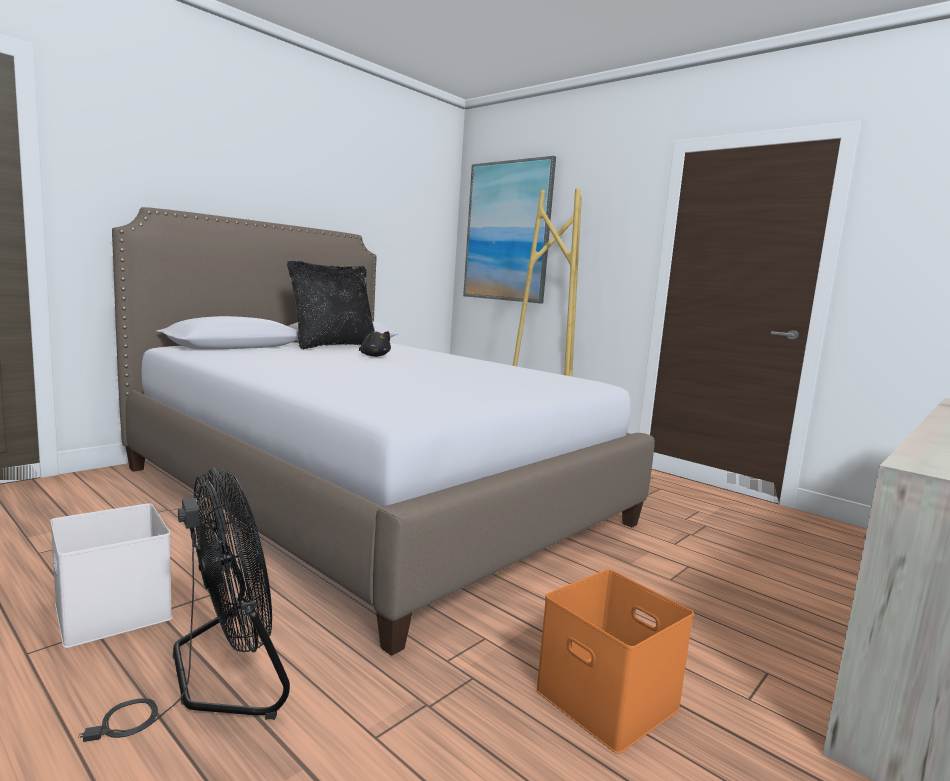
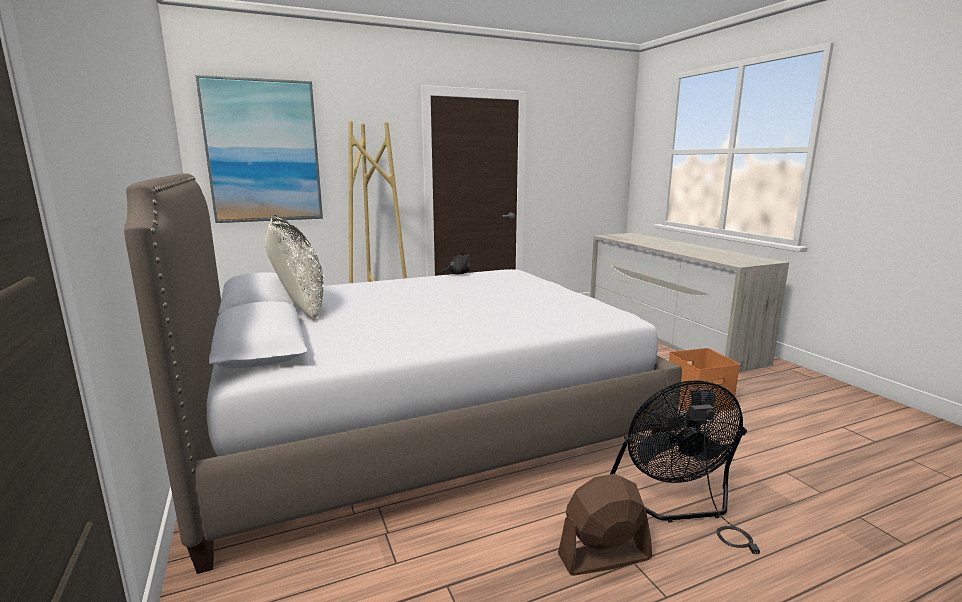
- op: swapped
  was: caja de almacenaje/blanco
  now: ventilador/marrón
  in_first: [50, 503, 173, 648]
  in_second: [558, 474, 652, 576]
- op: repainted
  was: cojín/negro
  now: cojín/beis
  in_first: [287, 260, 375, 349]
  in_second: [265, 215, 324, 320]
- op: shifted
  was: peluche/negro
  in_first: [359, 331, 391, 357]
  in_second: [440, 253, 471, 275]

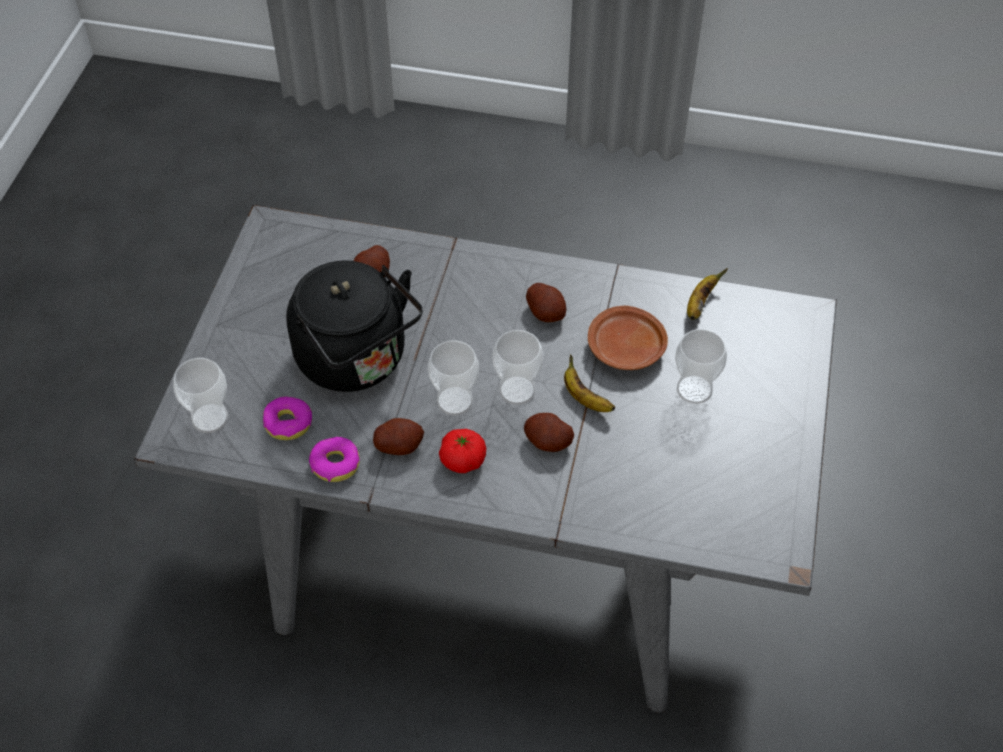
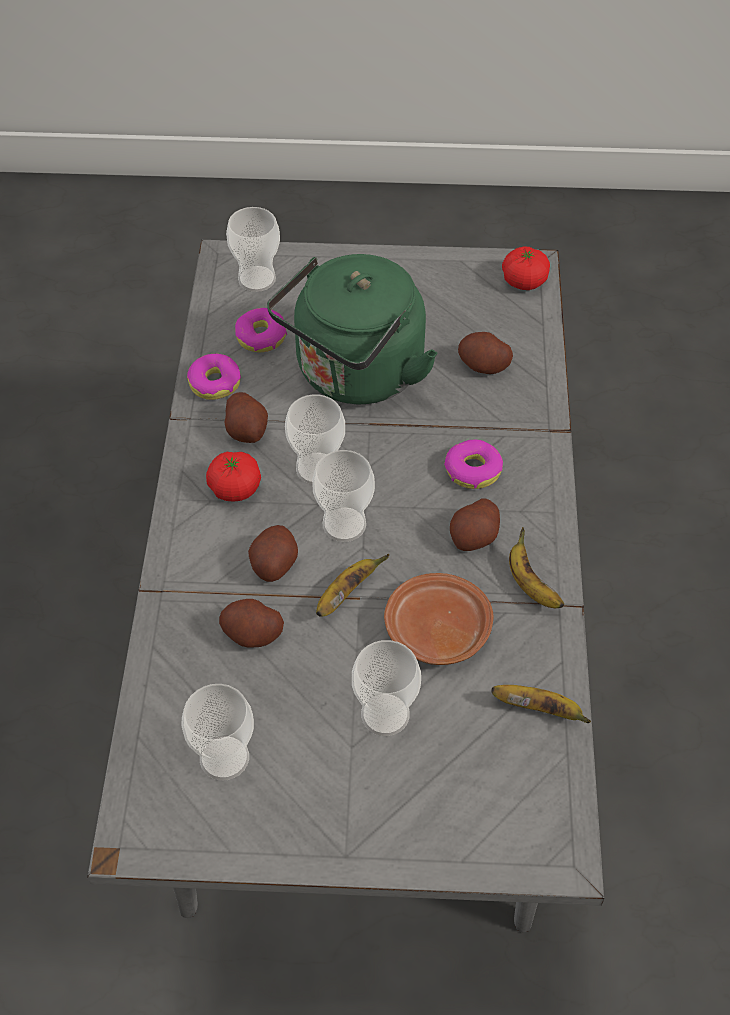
- op: repainted
  was: hervidor/negro
  now: hervidor/verde
  in_first: [286, 261, 423, 392]
  in_second: [267, 254, 438, 405]
- op: new
  now: taza
  in_second: [181, 684, 254, 781]
- op: new
  now: patata
  in_second: [219, 599, 284, 647]
- op: new
  now: rosquilla
  in_second: [444, 439, 503, 489]
- op: new
  now: tomate
  in_second: [502, 246, 550, 290]
- op: new
  now: plátano
  in_second: [509, 527, 564, 608]

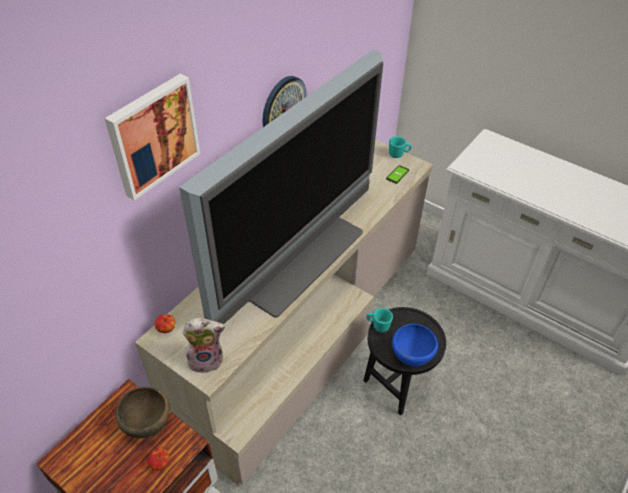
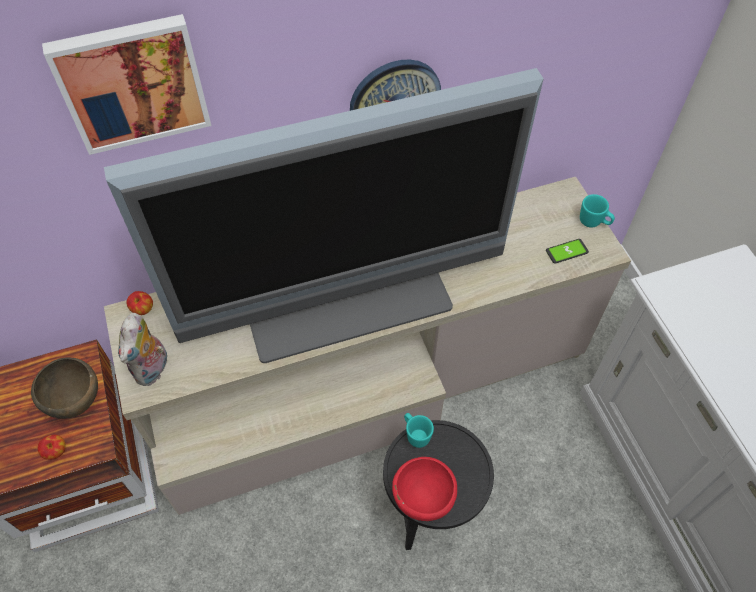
- op: rotated
  was: peluche
  in_first: [183, 318, 225, 374]
  in_second: [118, 313, 167, 386]
  clockwise: 75
- op: repainted
  was: cuenco/azul
  now: cuenco/rojo
  in_first: [392, 324, 438, 367]
  in_second: [392, 457, 457, 521]

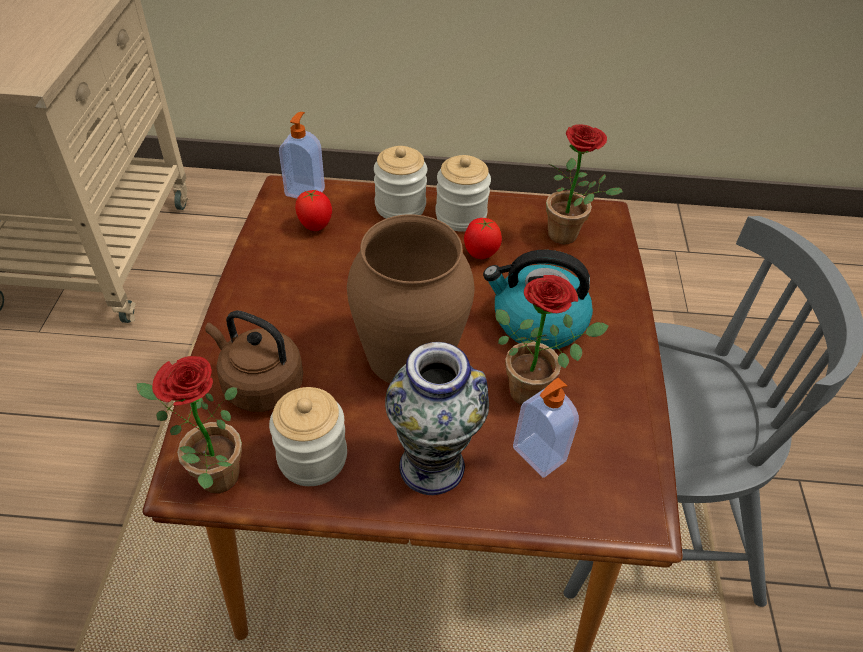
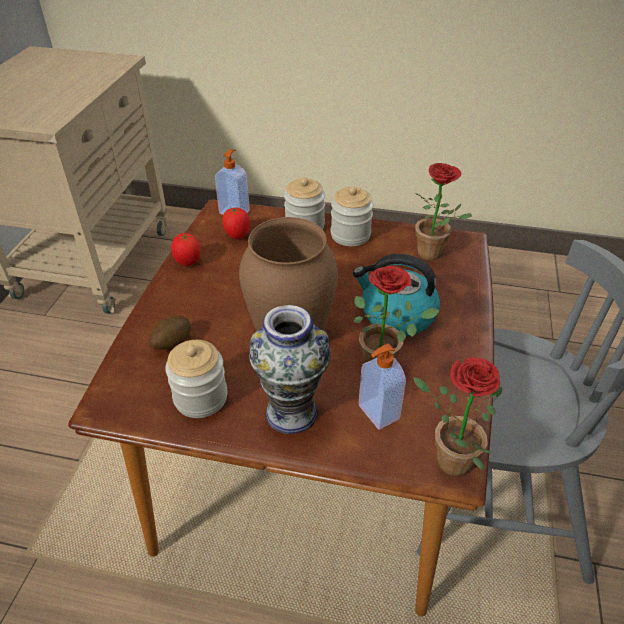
- op: shifted
  was: planta en maceta
  in_first: [136, 356, 242, 493]
  in_second: [413, 357, 502, 477]
- op: swapped
  was: hervidor/marrón
  now: patata
  in_first: [205, 311, 303, 412]
  in_second: [149, 315, 191, 350]
- op: shifted
  was: tomate
  in_first: [464, 218, 502, 259]
  in_second: [171, 233, 201, 266]

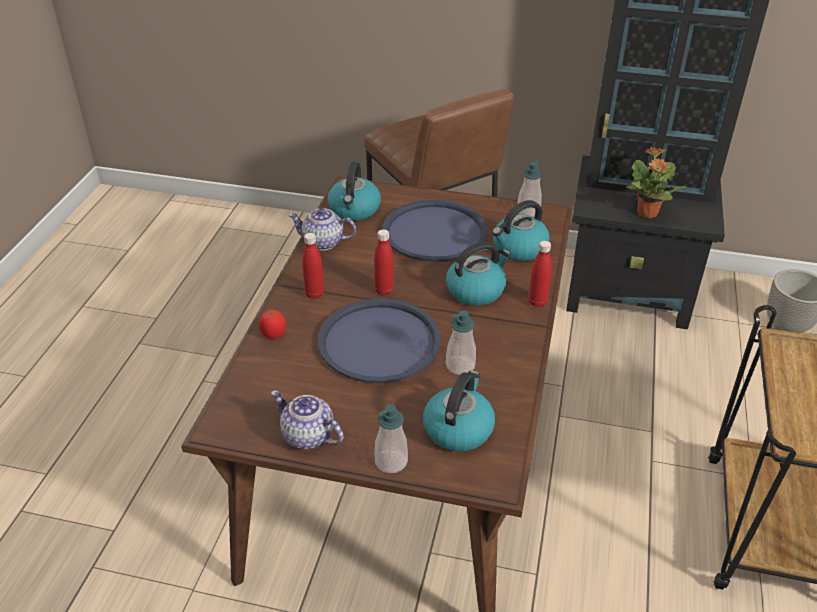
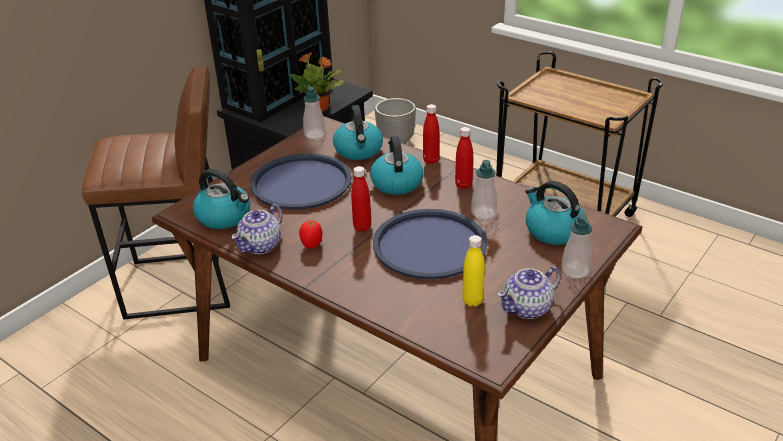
- op: shifted
  was: tomate
  in_first: [259, 310, 286, 339]
  in_second: [299, 220, 322, 249]
- op: shifted
  was: botella/rojo
  in_first: [302, 233, 324, 299]
  in_second: [455, 127, 473, 189]
- op: new
  now: botella/amarillo
  in_second: [462, 235, 485, 307]

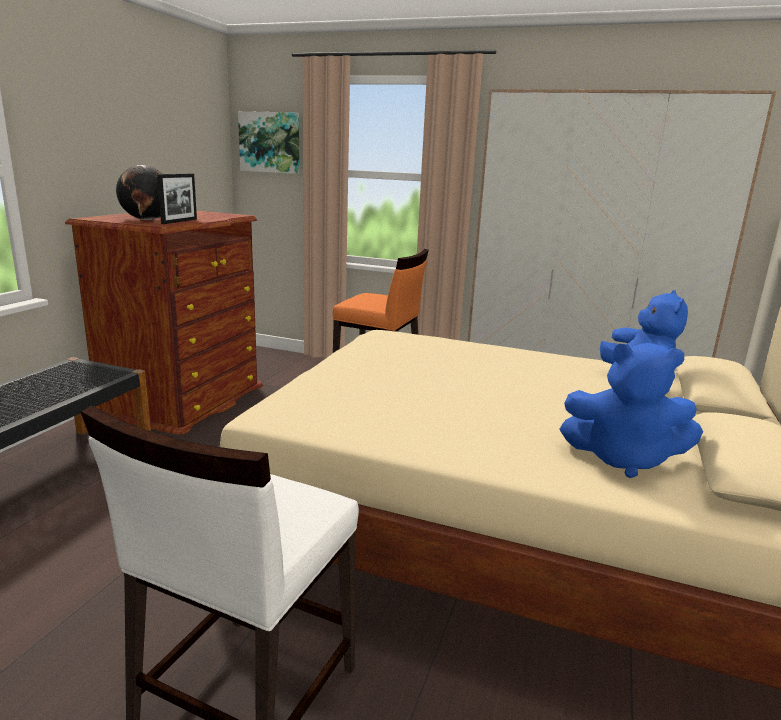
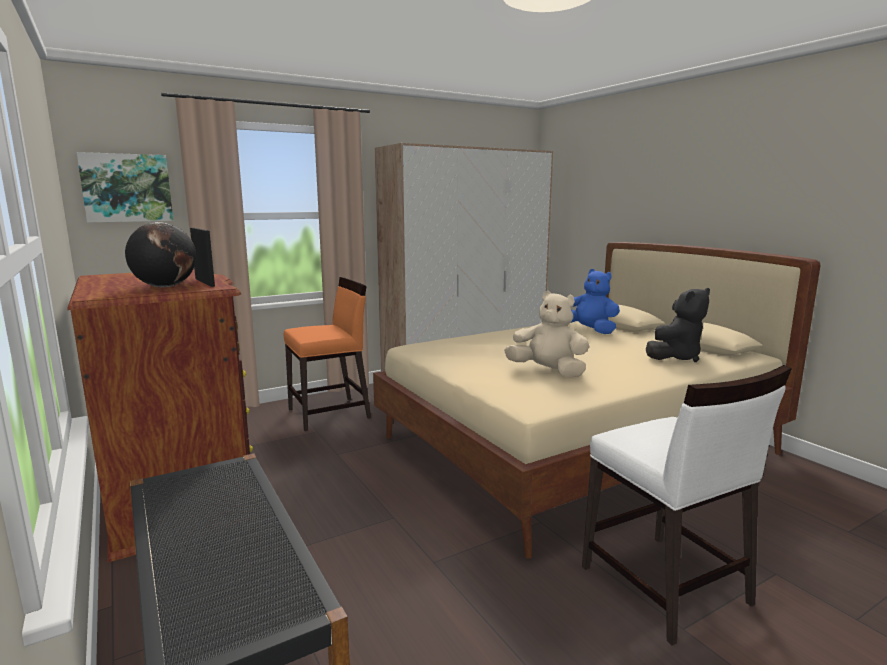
- op: repainted
  was: peluche/azul
  now: peluche/negro
  in_first: [559, 343, 703, 478]
  in_second: [646, 288, 710, 362]
- op: new
  now: peluche/beis
  in_second: [504, 291, 589, 377]

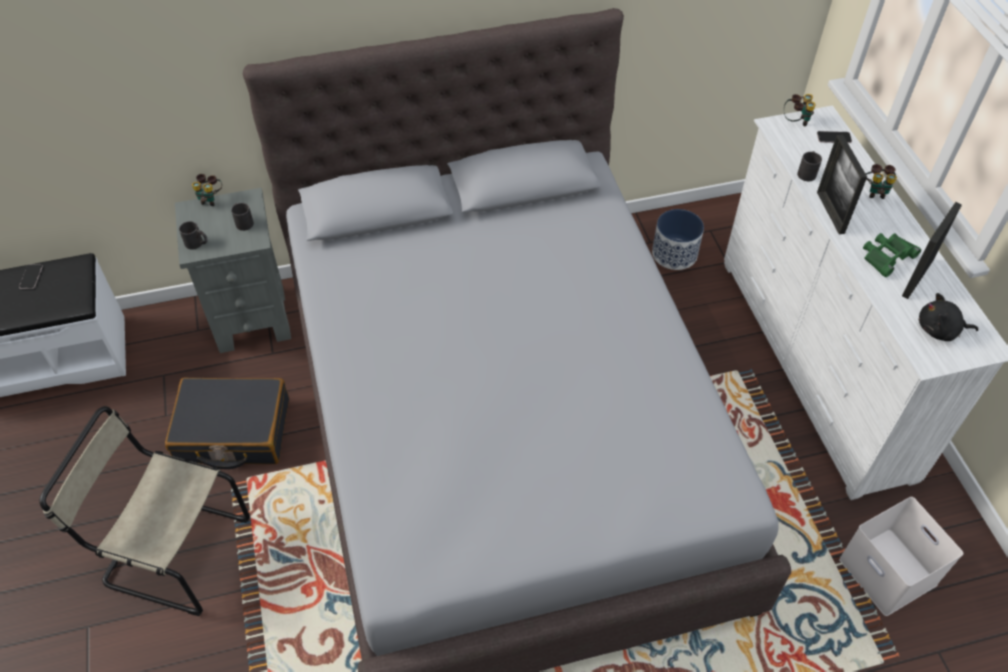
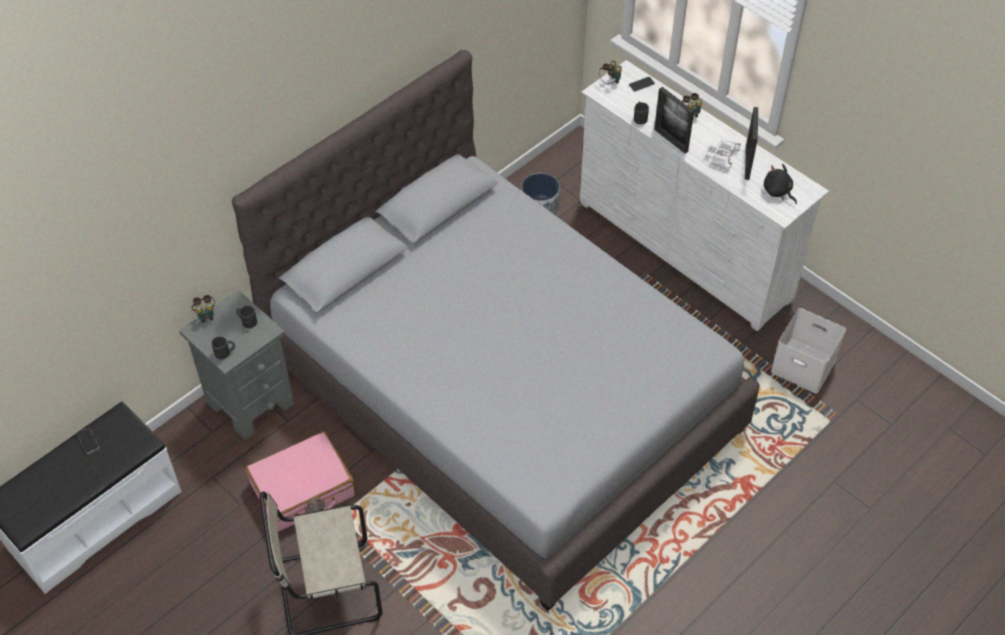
- op: repainted
  was: maleta/negro
  now: maleta/rosa
  in_first: [165, 377, 289, 469]
  in_second: [245, 431, 356, 532]
- op: repainted
  was: prismáticos/verde
  now: prismáticos/blanco
  in_first: [863, 233, 921, 277]
  in_second: [705, 139, 741, 171]
- op: rotated
  was: peluche/negro
  in_first: [919, 293, 978, 341]
  in_second: [764, 164, 797, 204]
  clockwise: 75

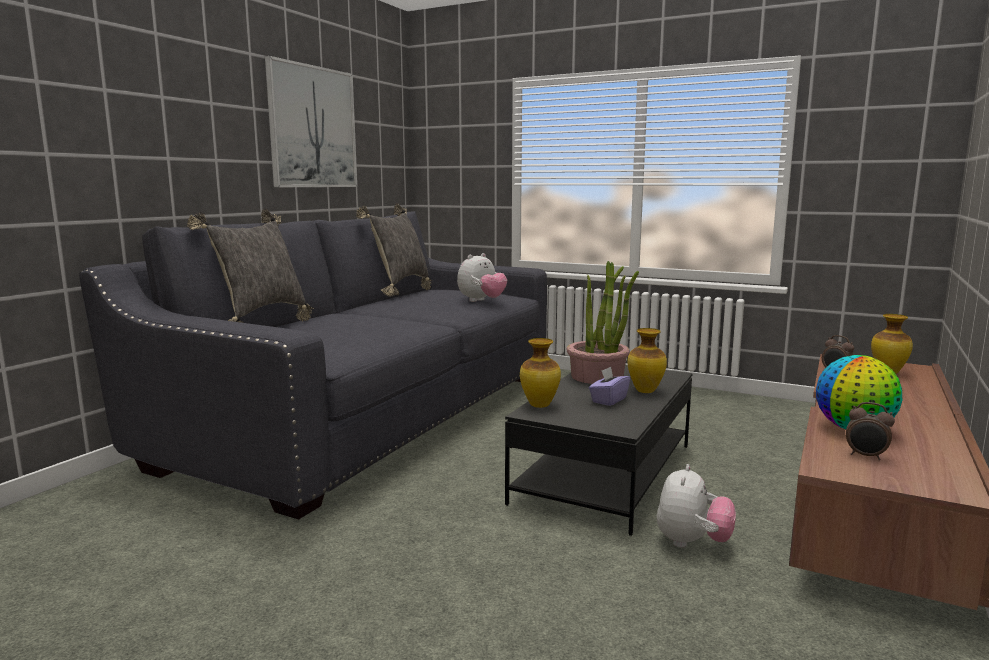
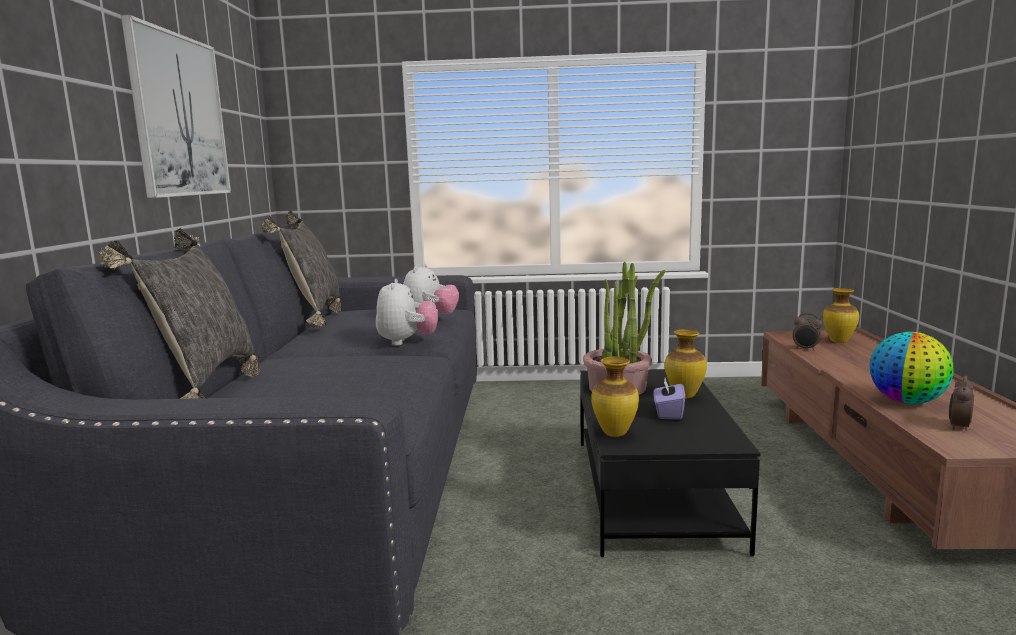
- op: shifted
  was: peluche
  in_first: [657, 464, 736, 548]
  in_second: [376, 279, 438, 345]
- op: rotated
  was: despertador
  in_first: [846, 402, 895, 460]
  in_second: [949, 376, 974, 431]
  clockwise: 120

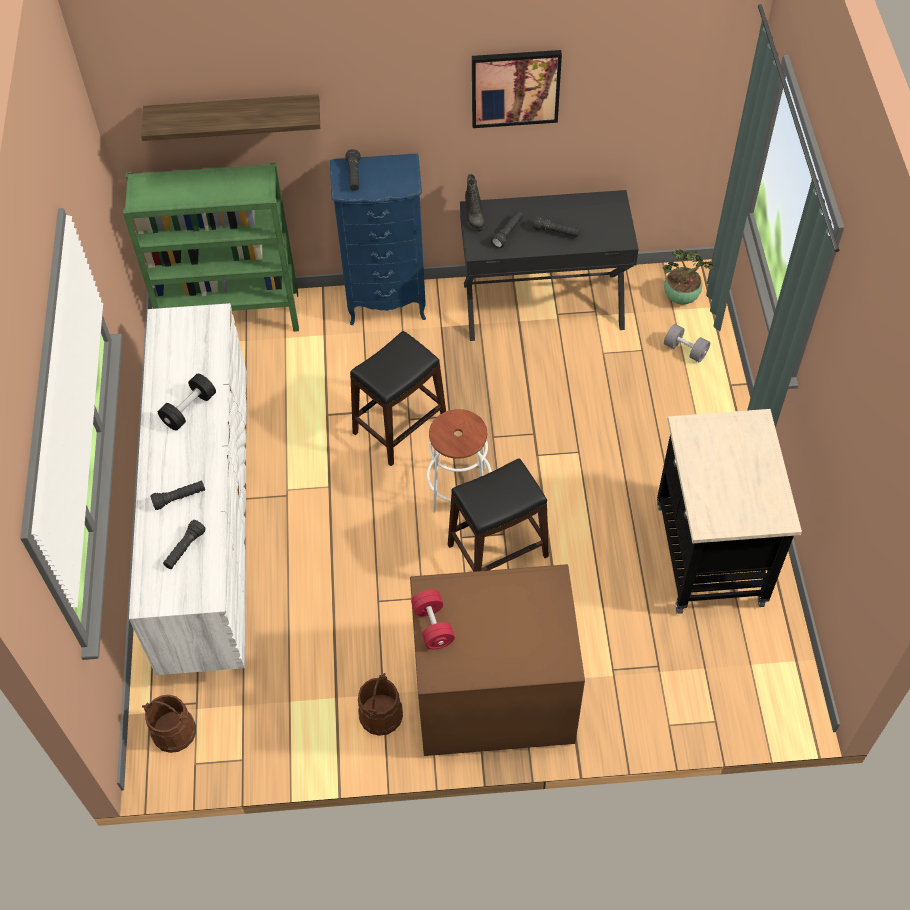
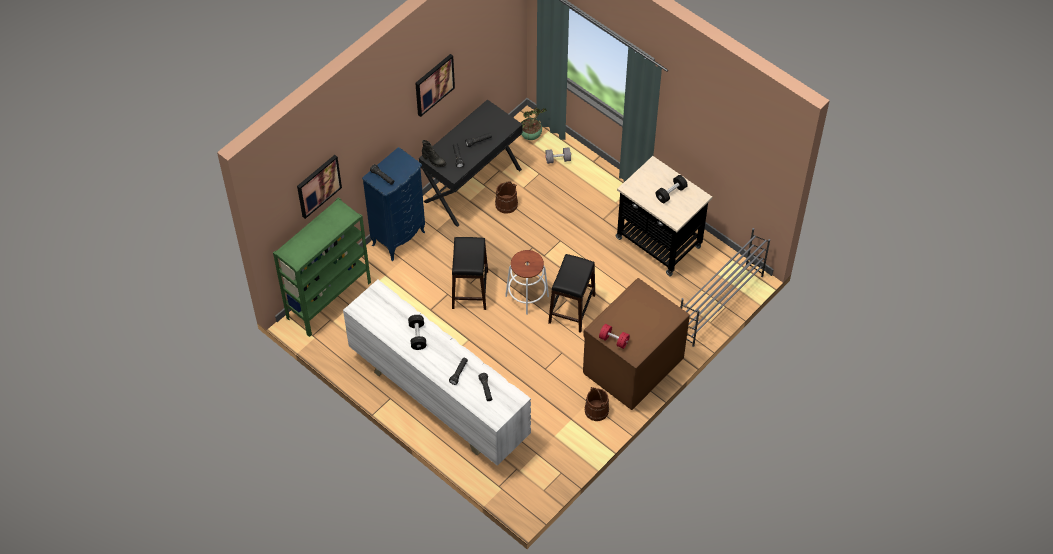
- op: swapped
  was: estante
  now: cuadro
  in_first: [141, 94, 320, 141]
  in_second: [297, 155, 342, 219]
- op: shifted
  was: cubo/marrón
  in_first: [142, 695, 196, 753]
  in_second: [495, 181, 518, 214]
- op: new
  now: mancuerna/negro
  in_second: [655, 175, 688, 203]
- op: new
  now: zapatero/gris
  in_second: [680, 228, 770, 347]

